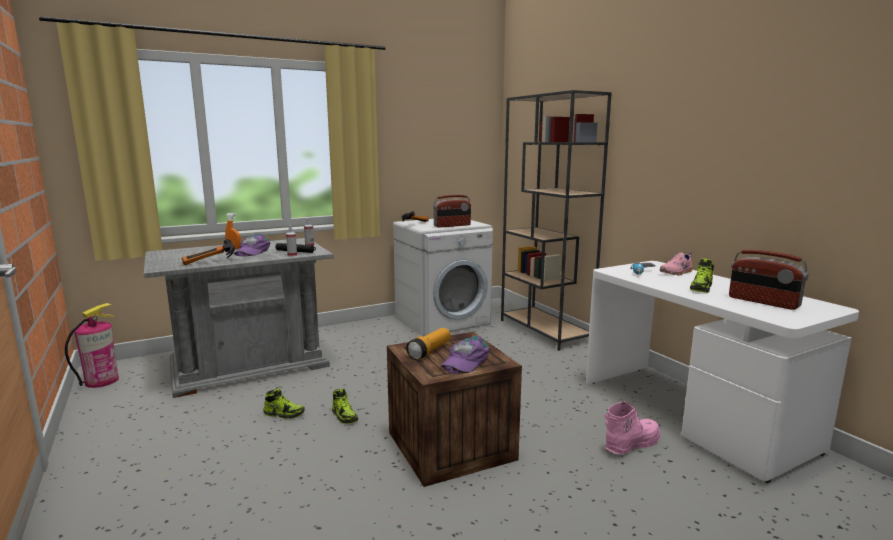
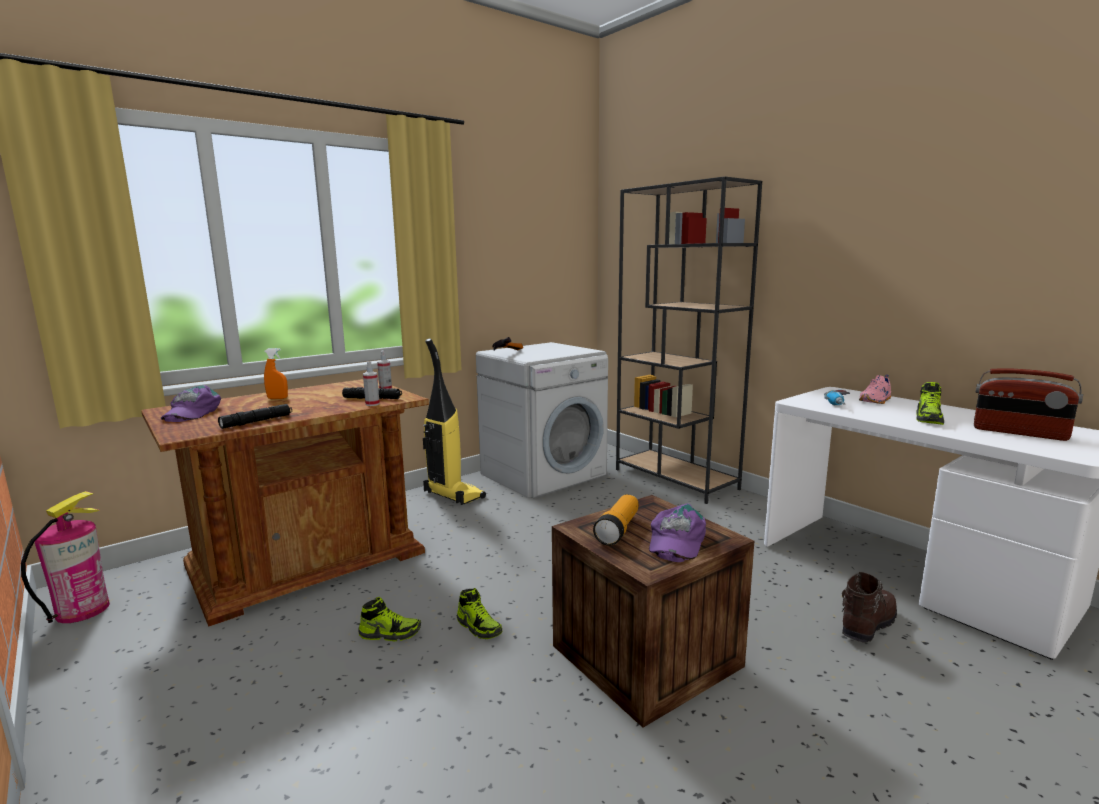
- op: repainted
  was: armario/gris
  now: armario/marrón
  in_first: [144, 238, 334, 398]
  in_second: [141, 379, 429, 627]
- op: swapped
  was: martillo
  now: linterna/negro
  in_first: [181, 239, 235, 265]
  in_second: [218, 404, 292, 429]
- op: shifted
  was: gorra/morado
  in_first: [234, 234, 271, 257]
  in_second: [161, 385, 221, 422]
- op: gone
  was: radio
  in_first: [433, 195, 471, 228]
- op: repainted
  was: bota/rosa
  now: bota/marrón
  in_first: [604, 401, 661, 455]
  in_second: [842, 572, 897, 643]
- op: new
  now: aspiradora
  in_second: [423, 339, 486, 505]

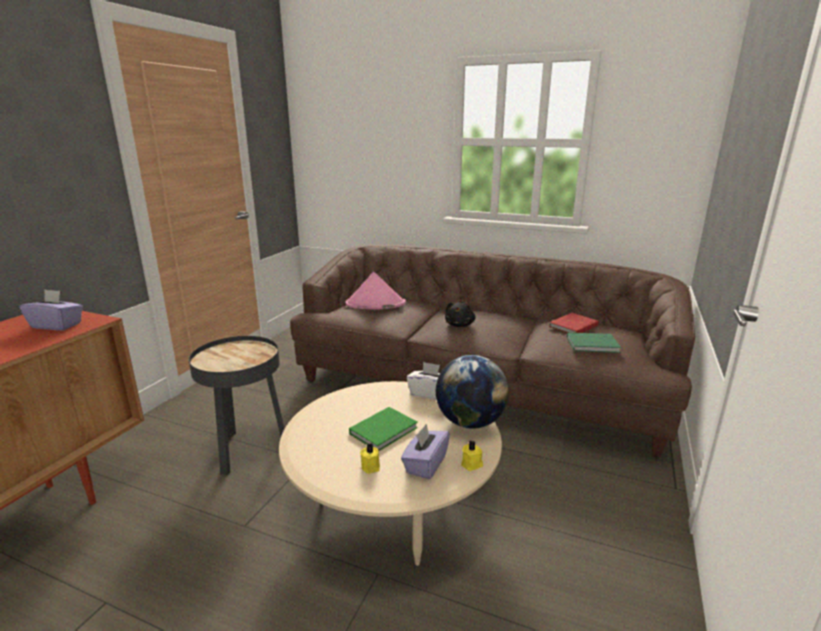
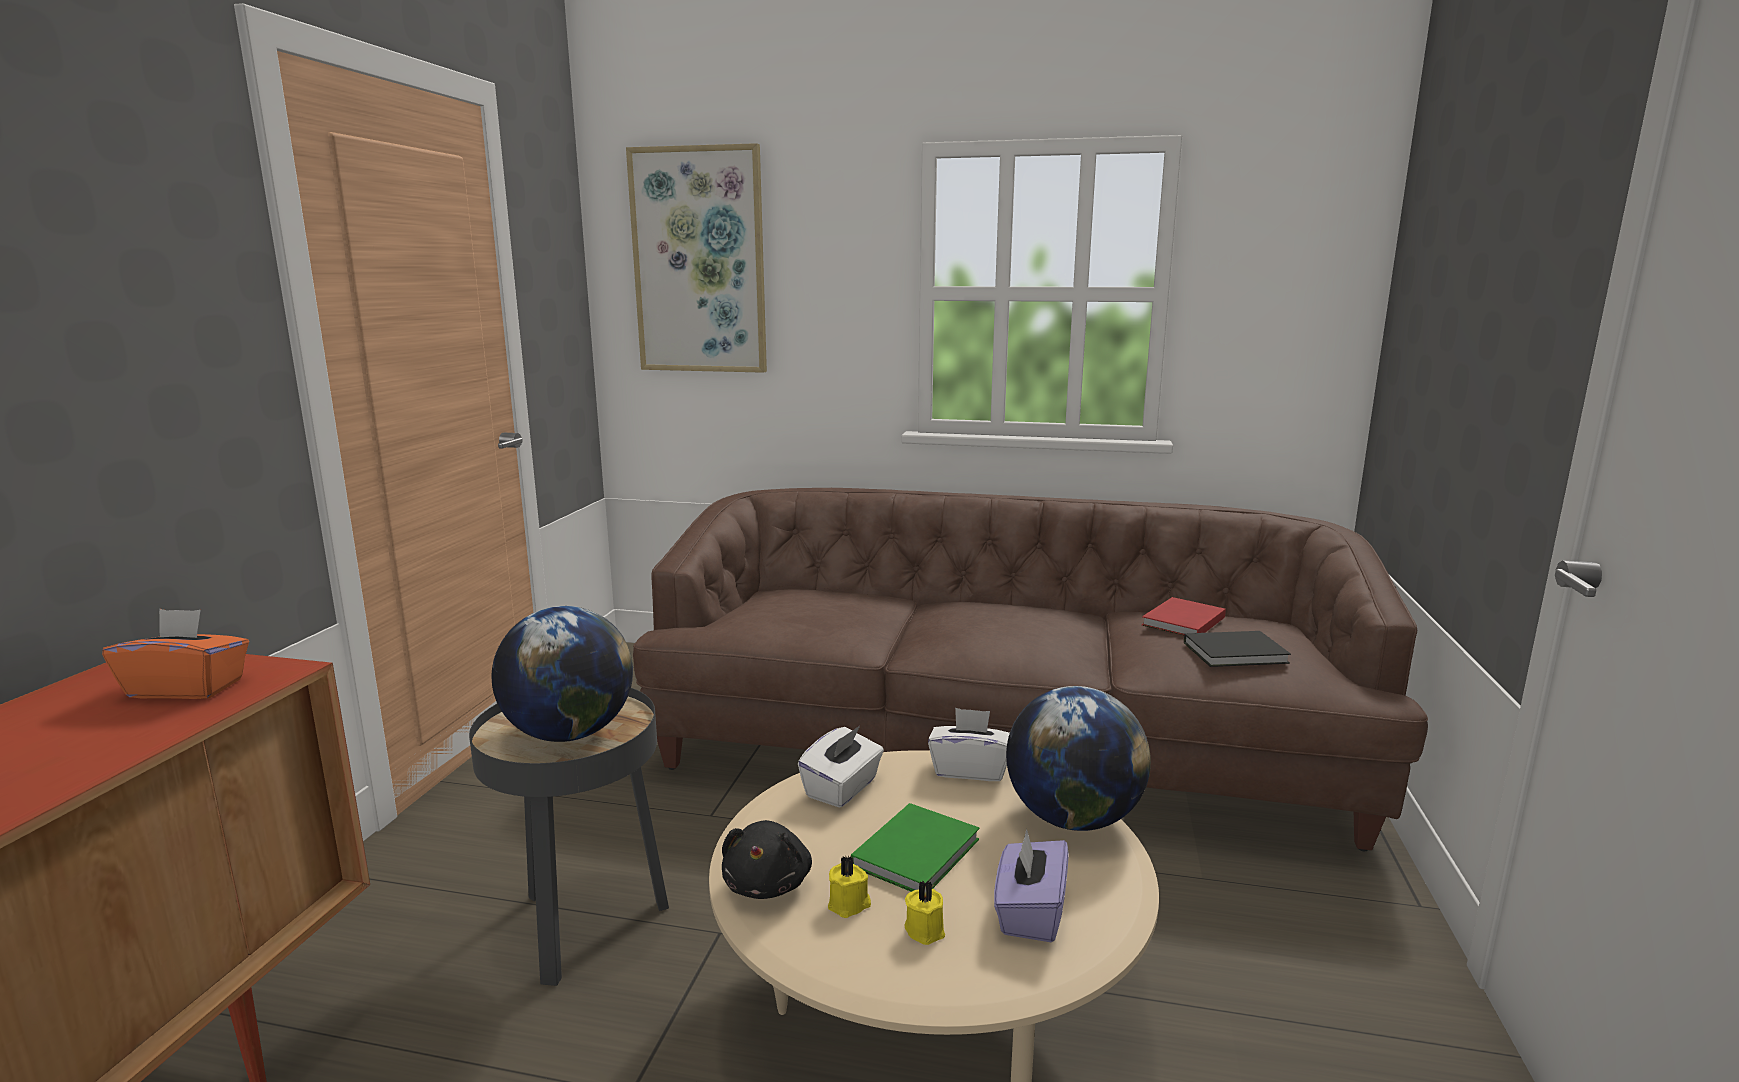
- op: repainted
  was: caja de pañuelos/morado
  now: caja de pañuelos/naranja
  in_first: [19, 289, 83, 331]
  in_second: [102, 609, 249, 699]
- op: gone
  was: sombrero/rosa
  in_first: [345, 272, 406, 309]
- op: shifted
  was: peluche/negro
  in_first: [445, 302, 476, 327]
  in_second: [722, 820, 812, 899]
- op: shifted
  was: vela/amarillo
  in_first: [461, 441, 483, 471]
  in_second: [828, 855, 871, 918]
- op: repainted
  was: libro/verde
  now: libro/negro
  in_first: [567, 333, 621, 353]
  in_second: [1184, 631, 1291, 667]
- op: new
  now: globo terráqueo
  in_second: [491, 606, 633, 742]
- op: new
  now: cuadro
  in_second: [626, 143, 767, 373]
- op: new
  now: caja de pañuelos/blanco
  in_second: [798, 726, 884, 808]

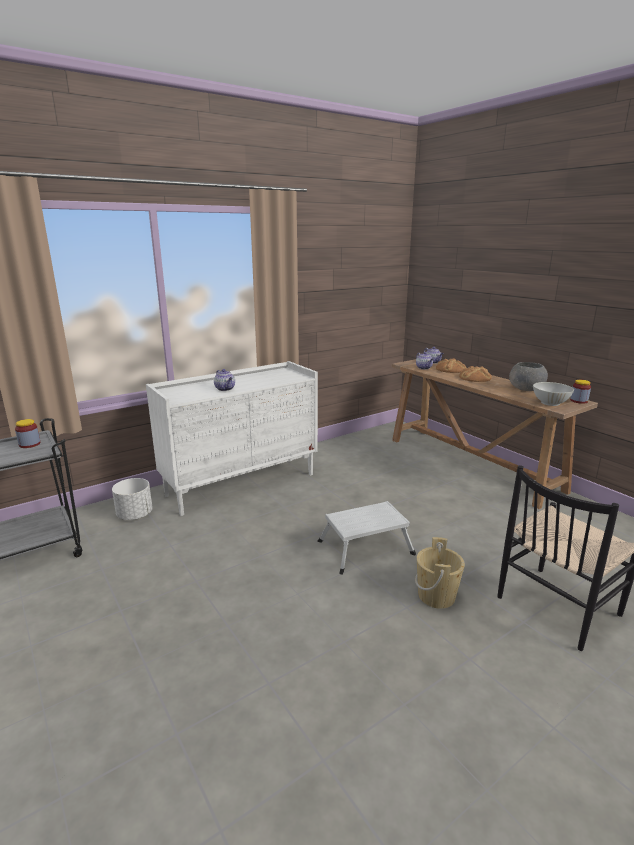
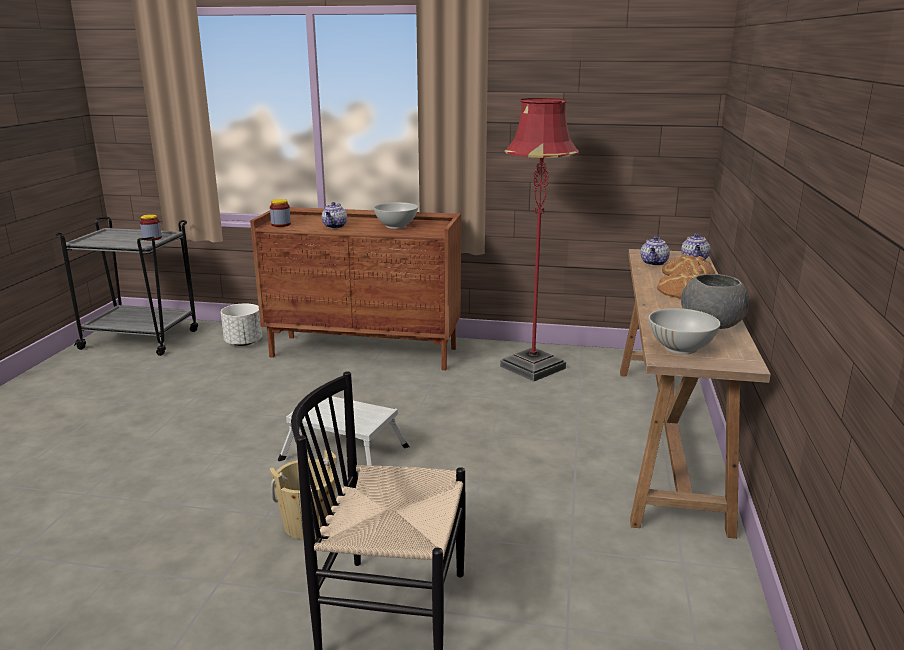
- op: repainted
  was: armario/blanco
  now: armario/marrón
  in_first: [146, 361, 318, 516]
  in_second: [250, 207, 461, 371]
- op: shifted
  was: tarro
  in_first: [570, 380, 591, 404]
  in_second: [270, 199, 291, 227]
- op: new
  now: cuenco/blanco
  in_second: [373, 202, 418, 229]
- op: new
  now: lámpara de pie/rojo
  in_second: [500, 98, 579, 382]

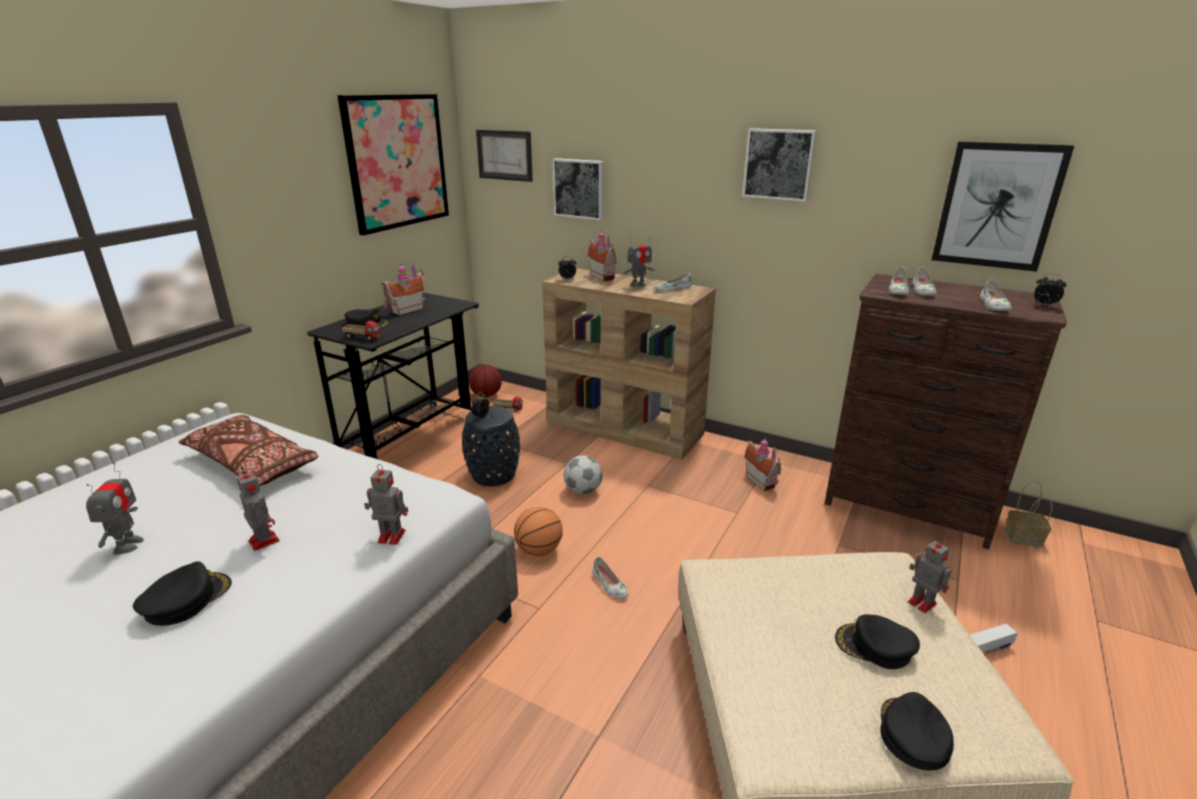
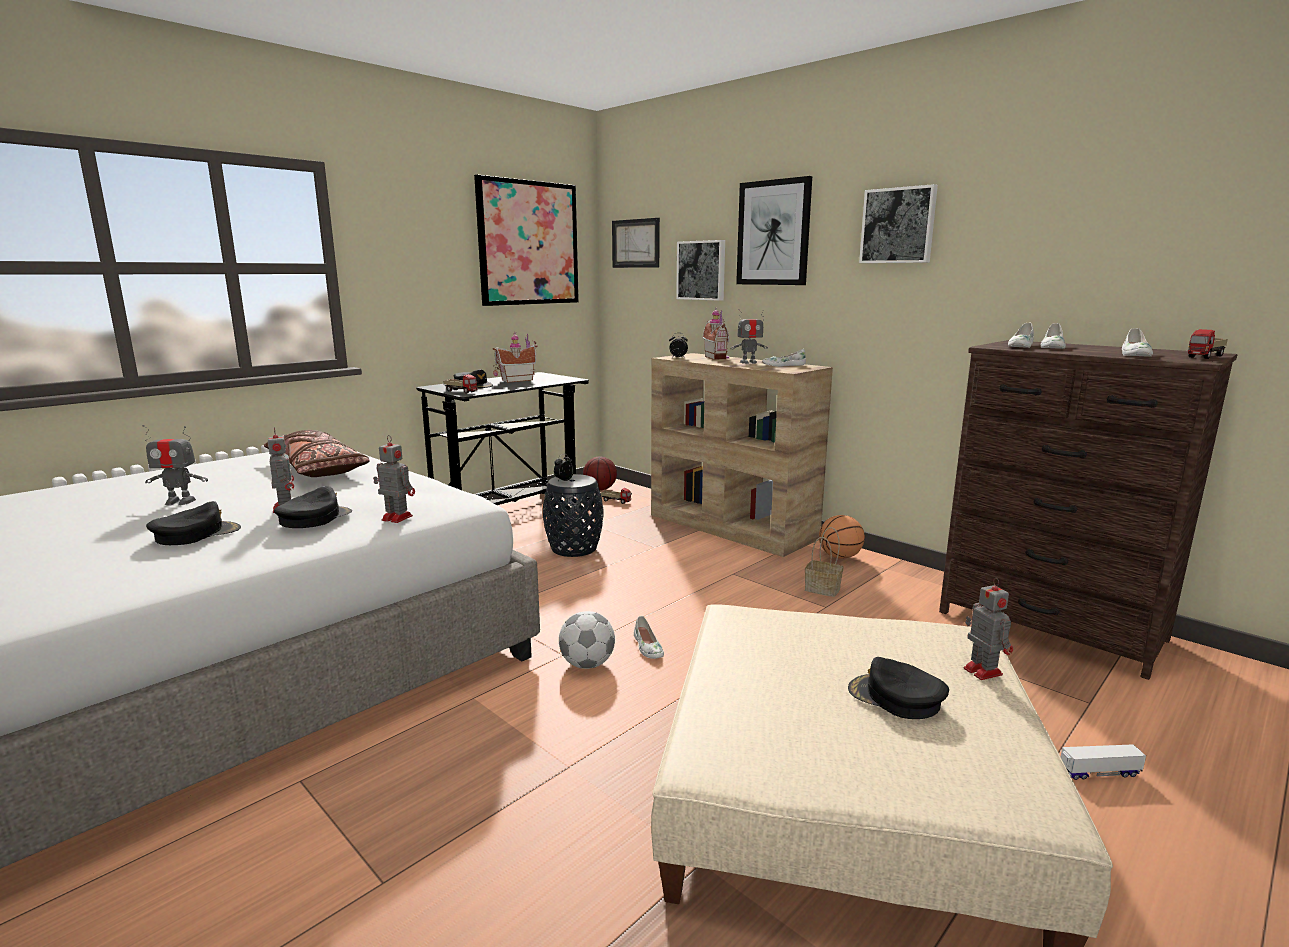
- op: rotated
  was: robot de juguete
  in_first: [86, 463, 144, 555]
  in_second: [143, 425, 208, 506]
  clockwise: 75
- op: shifted
  was: balón de baloncesto
  in_first: [514, 507, 563, 556]
  in_second: [819, 515, 865, 559]
- op: shifted
  was: balón de fútbol
  in_first: [564, 455, 602, 495]
  in_second: [559, 611, 615, 669]
- op: gone
  was: casita
  in_first: [744, 438, 781, 491]
- op: shifted
  was: gorra/negro
  in_first: [881, 692, 954, 771]
  in_second: [274, 486, 352, 528]
- op: shifted
  was: cuadro
  in_first: [932, 142, 1074, 272]
  in_second: [736, 176, 812, 285]
- op: shifted
  was: cesta
  in_first: [1005, 481, 1053, 547]
  in_second: [805, 527, 843, 597]
- op: swapped
  was: despertador
  now: camión de juguete
  in_first: [1034, 274, 1066, 308]
  in_second: [1188, 329, 1228, 359]

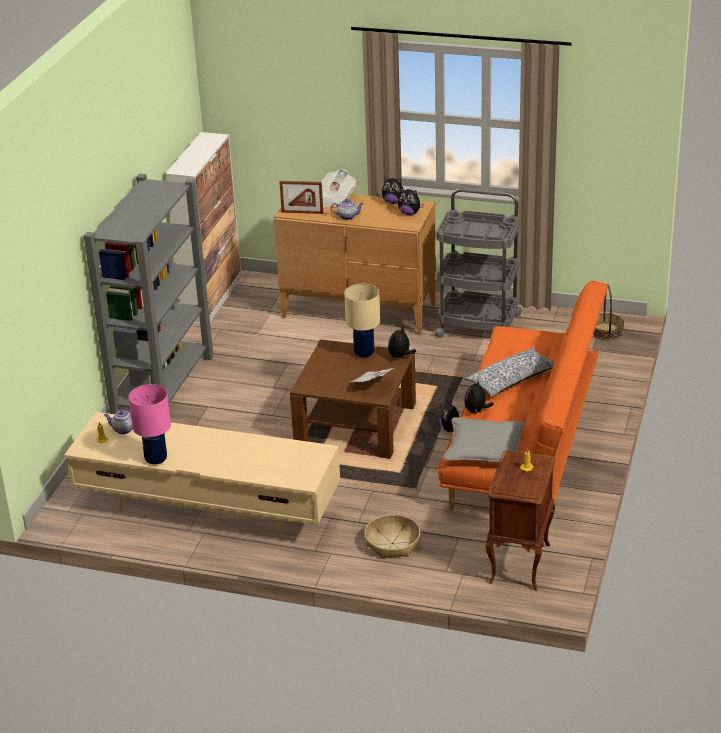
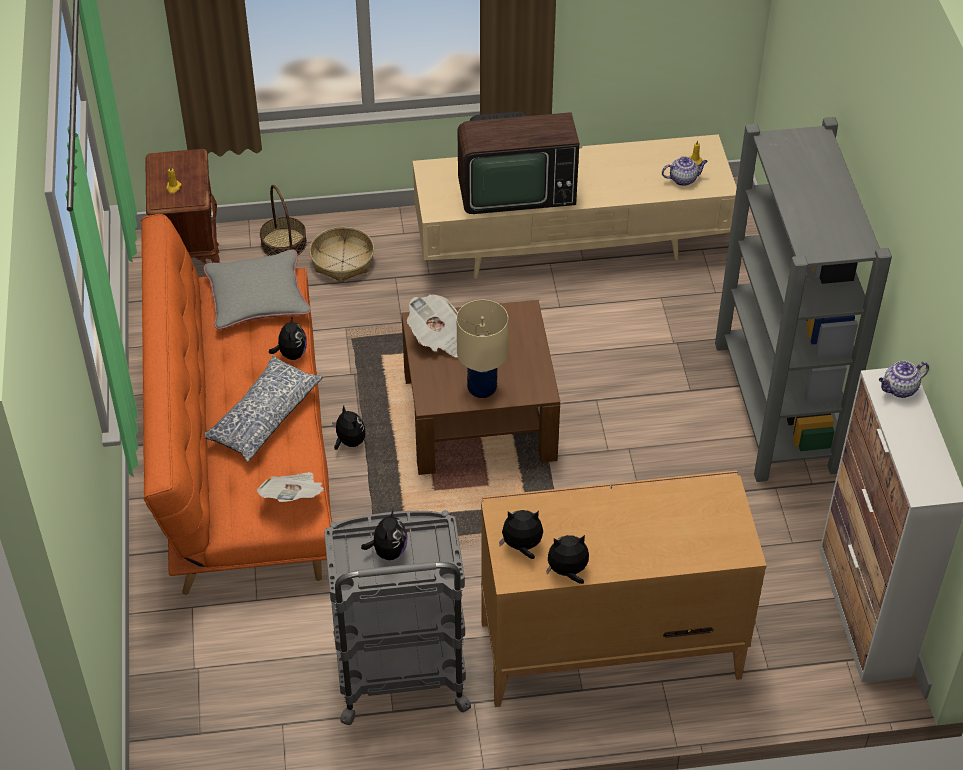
- op: gone
  was: lámpara de mesa/rosa
  in_first: [128, 384, 171, 465]
- op: gone
  was: portarretratos
  in_first: [279, 181, 323, 214]
- op: shifted
  was: periódico
  in_first: [321, 169, 356, 207]
  in_second: [257, 472, 325, 502]
- op: shifted
  was: tetera
  in_first: [331, 199, 364, 220]
  in_second: [879, 361, 929, 398]
- op: shifted
  was: peluche
  in_first: [388, 326, 416, 358]
  in_second: [361, 509, 408, 560]
- op: shifted
  was: cesta
  in_first: [593, 284, 624, 341]
  in_second: [260, 185, 307, 256]
- op: new
  now: televisor
  in_second: [457, 111, 579, 214]

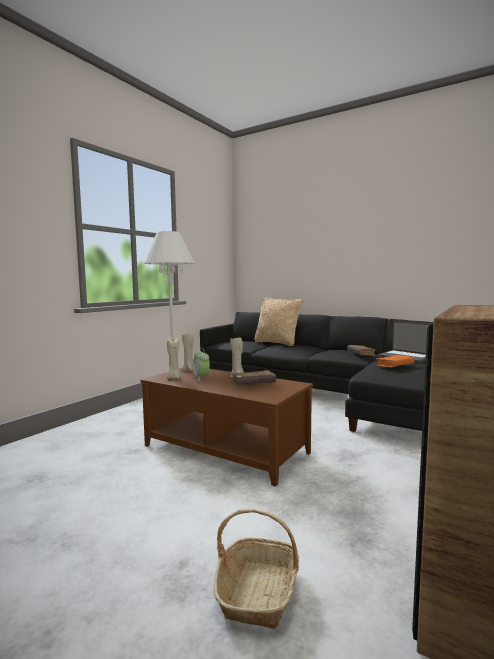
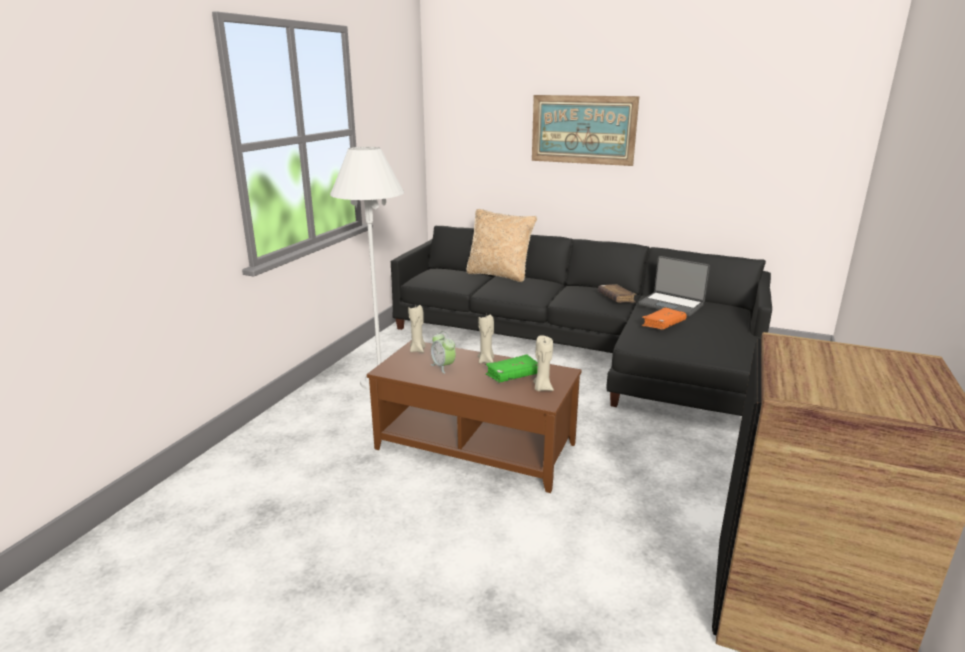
- op: shifted
  was: vela/beis
  in_first: [166, 337, 181, 379]
  in_second: [533, 335, 554, 391]
- op: gone
  was: cesta
  in_first: [214, 509, 299, 629]
- op: repainted
  was: libro/marrón
  now: libro/verde
  in_first: [231, 370, 276, 386]
  in_second: [485, 354, 538, 382]
- op: new
  now: cuadro
  in_second: [532, 95, 639, 166]

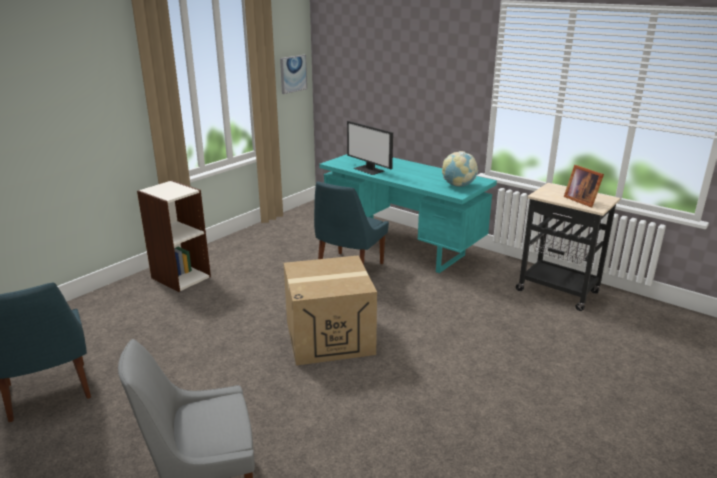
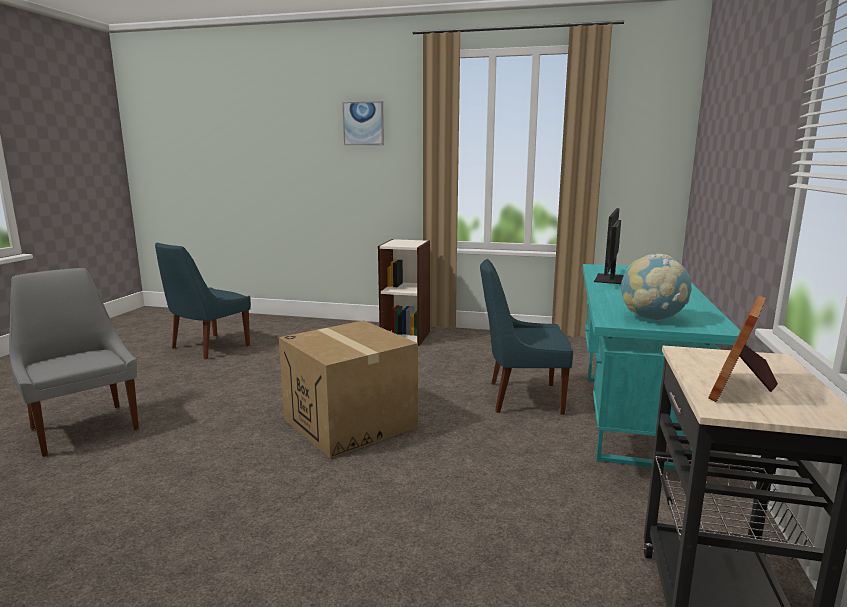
- op: shifted
  was: cuadro
  in_first: [280, 55, 307, 94]
  in_second: [343, 101, 384, 145]

